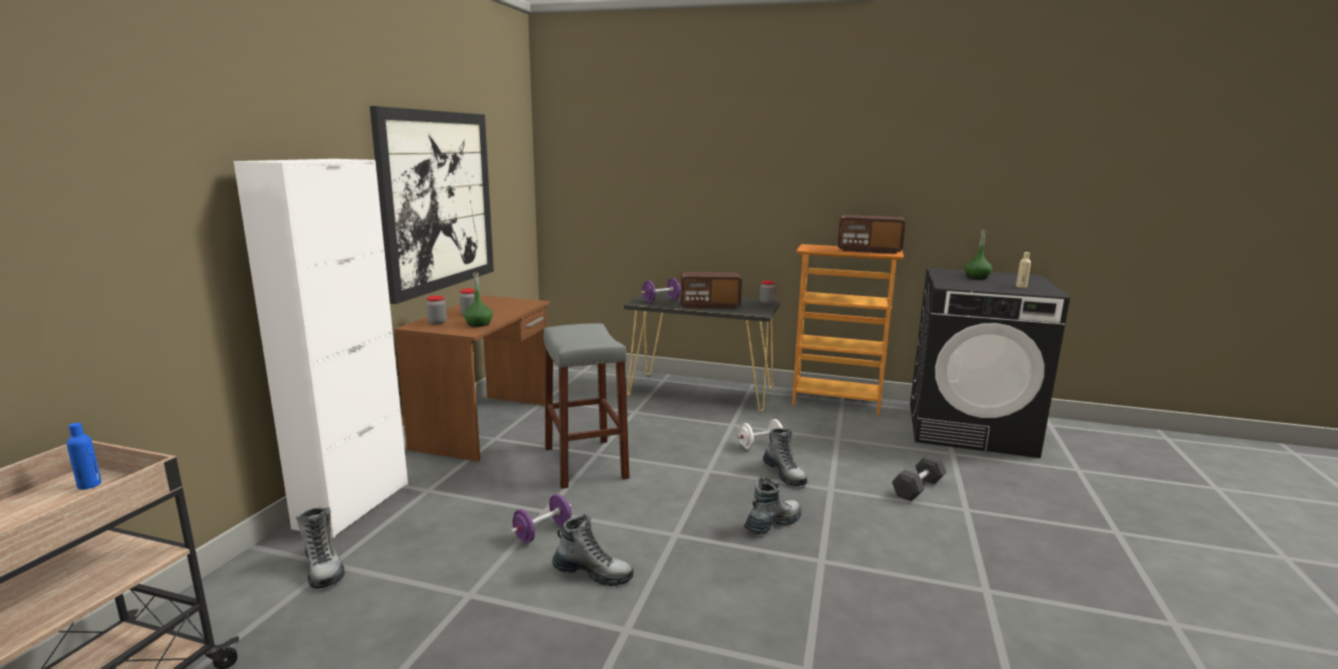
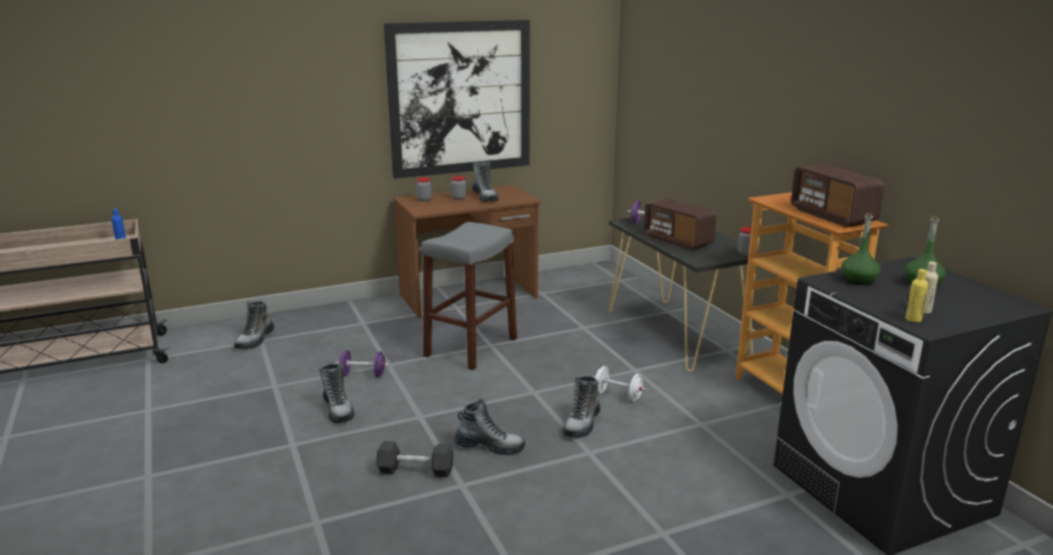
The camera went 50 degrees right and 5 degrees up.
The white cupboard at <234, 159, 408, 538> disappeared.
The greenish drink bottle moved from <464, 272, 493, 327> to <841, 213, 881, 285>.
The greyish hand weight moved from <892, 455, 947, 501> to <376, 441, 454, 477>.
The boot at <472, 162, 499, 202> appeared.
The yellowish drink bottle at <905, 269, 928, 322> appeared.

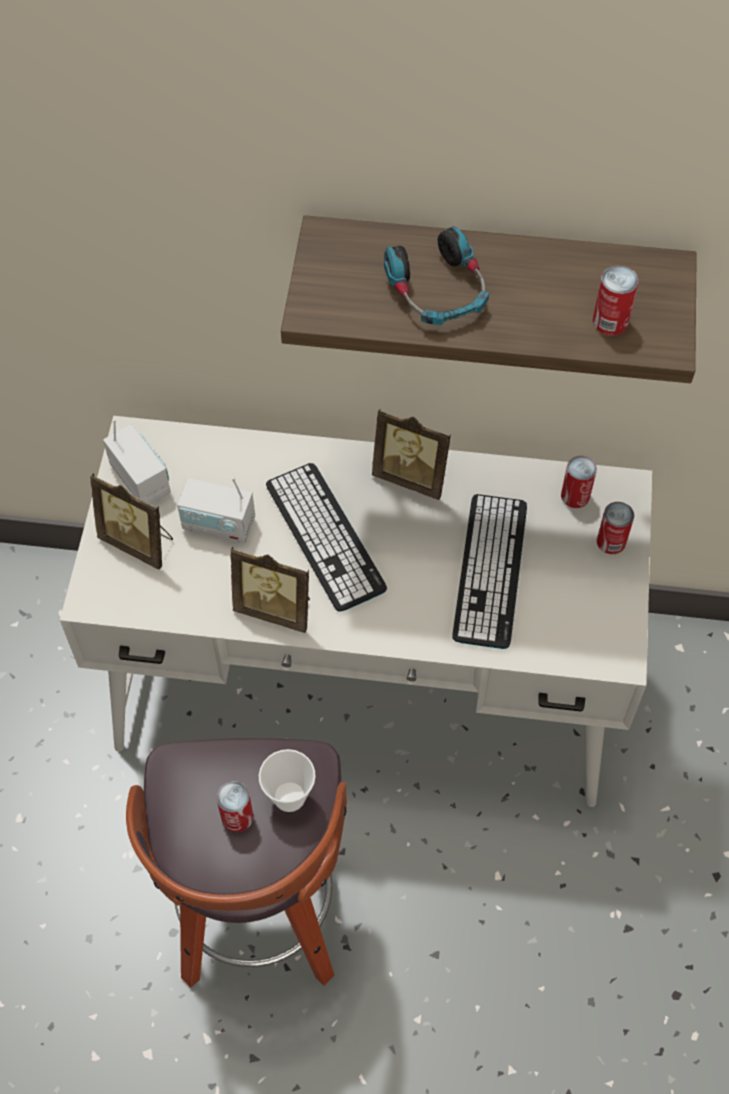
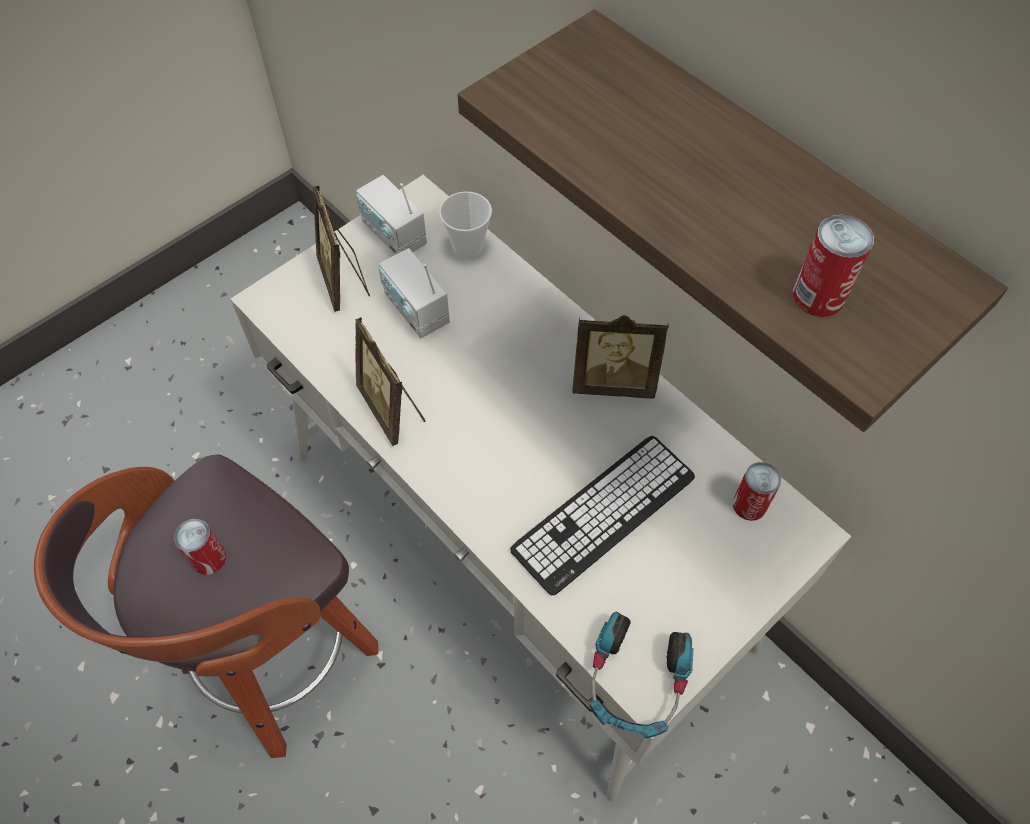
The camera went 40 degrees right and 0 degrees up.
The headphones moved from <384, 226, 489, 326> to <590, 611, 693, 739>.
The picture frame at <372, 409, 451, 500> turned 60 degrees counterclockwise.
The radio receiver at <103, 419, 171, 505> turned 135 degrees clockwise.
The PC keyboard at <266, 463, 387, 612> disappeared.
The can at <597, 502, 634, 554> disappeared.
The cup moved from <259, 749, 316, 812> to <439, 191, 492, 258>.

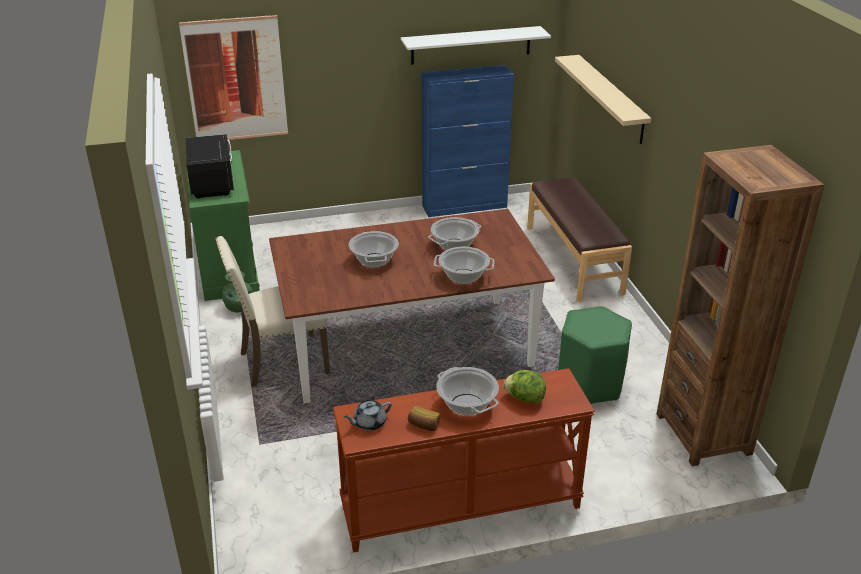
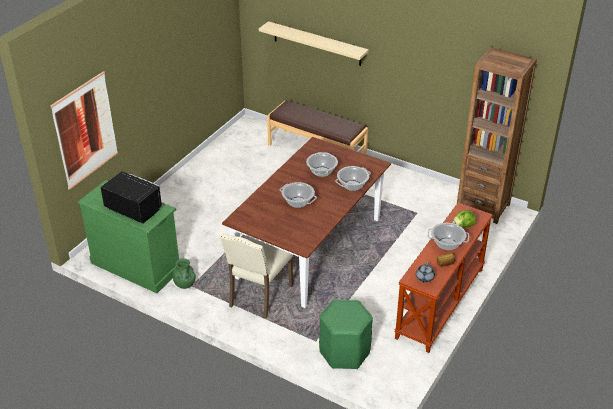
The camera went 45 degrees left and 5 degrees up.
The white bracket shelf at <401, 26, 551, 65> disappeared.
The blue cupboard at <421, 65, 514, 217> disappeared.
The greenish stool seat moved from <558, 306, 632, 404> to <319, 300, 373, 369>.

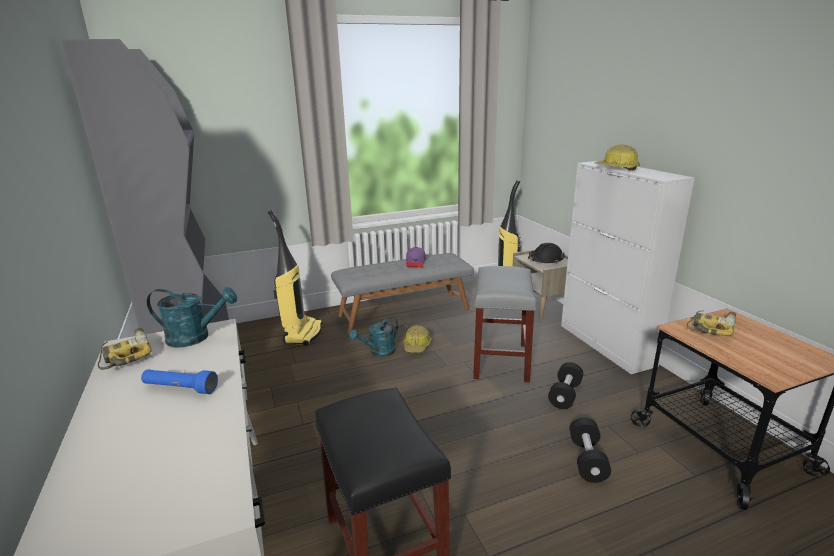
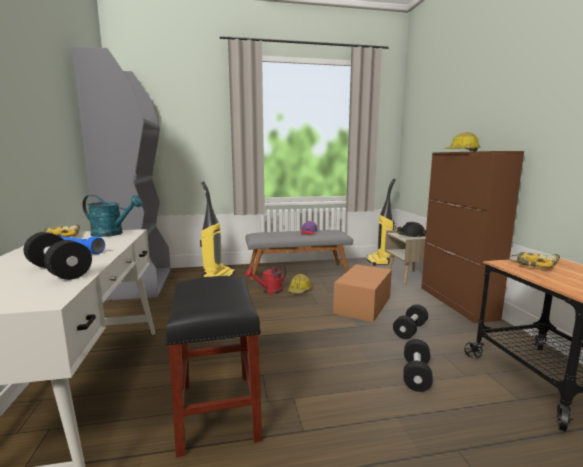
The camera went 10 degrees right and 10 degrees down.
The white cupboard at <561, 161, 695, 374> became the brown cupboard at <421, 151, 524, 323>.
The greyish stool seat at <473, 266, 536, 382> was replaced by the carton at <333, 264, 392, 322>.
The turquoise-coloured sprinkling can at <349, 317, 398, 357> became the red-coloured sprinkling can at <246, 264, 286, 294>.
The black-coloured hand weight at <24, 232, 92, 280> appeared.

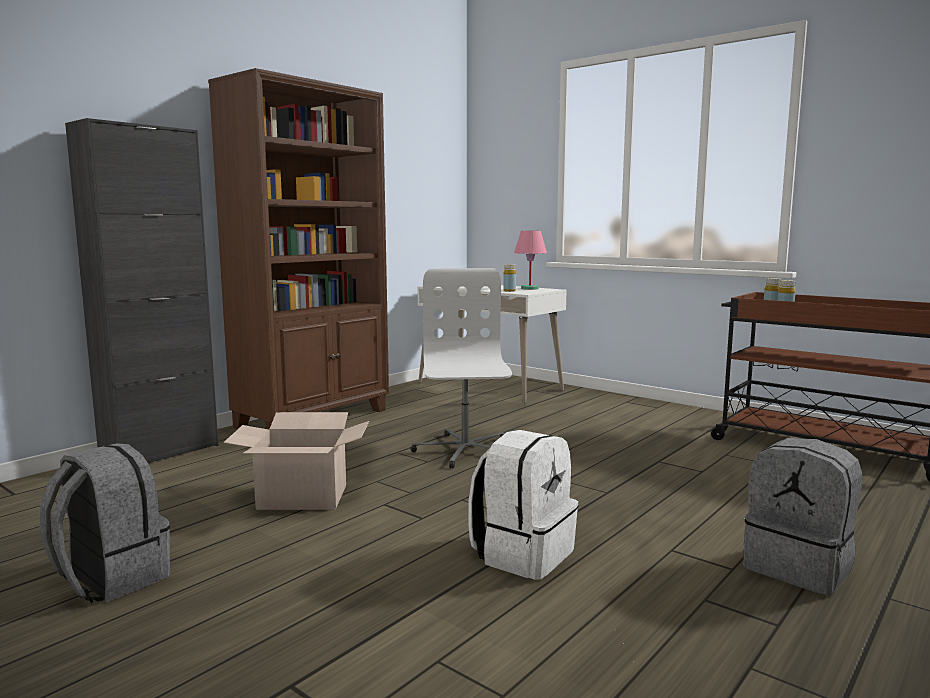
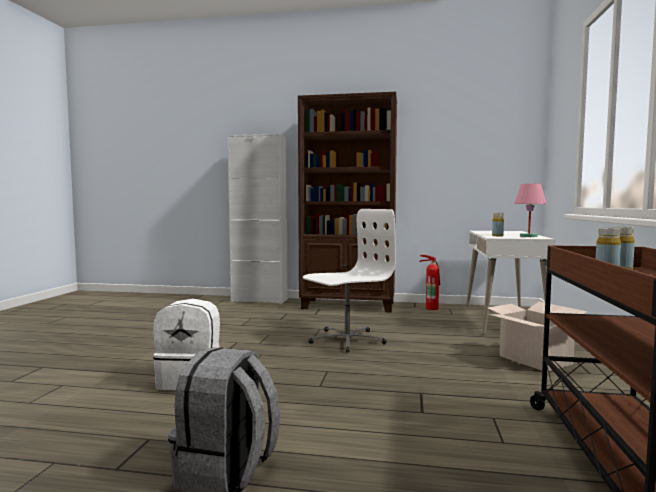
The camera went 60 degrees right and 5 degrees down.
The black-coloured cupboard at <65, 118, 219, 463> became the white cupboard at <228, 134, 288, 304>.
The carton moved from <224, 412, 369, 510> to <488, 302, 587, 372>.
The greyish knapsack at <40, 443, 170, 603> disappeared.
The extinguisher at <419, 255, 440, 310> appeared.

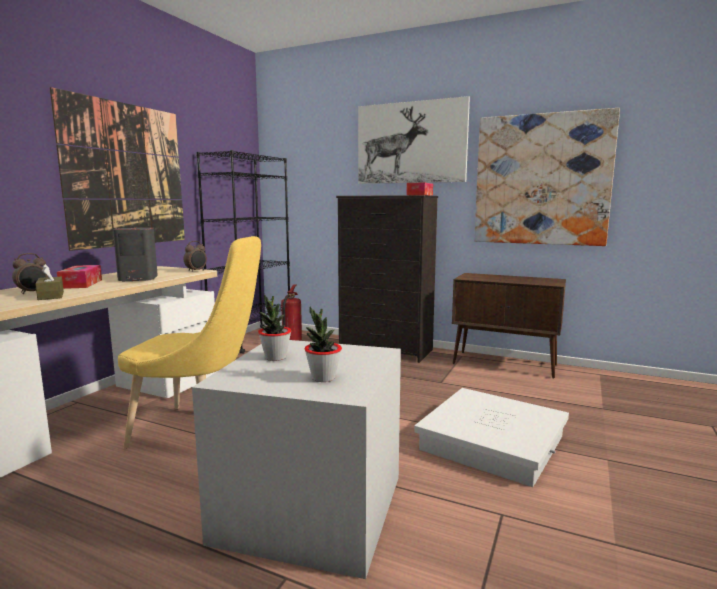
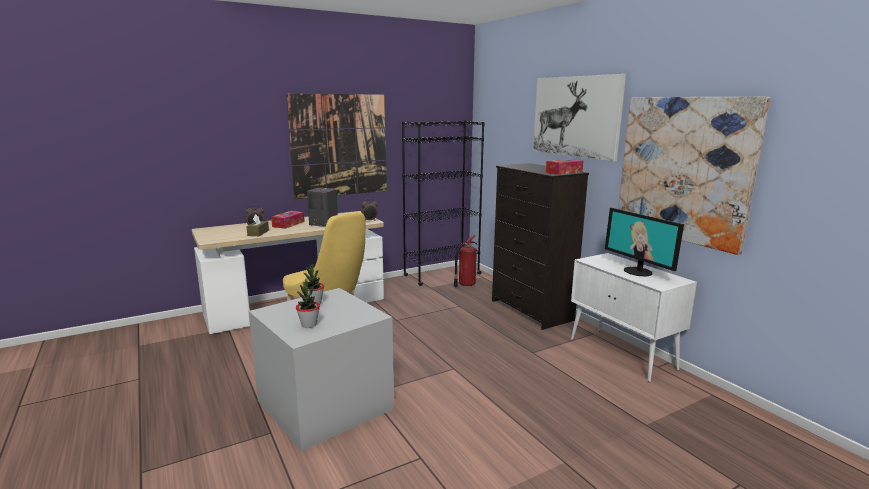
The camera went 35 degrees right and 5 degrees up.
The brown cupboard at <452, 273, 566, 379> became the white cupboard at <571, 253, 697, 382>.
The white storage bin at <414, 388, 569, 487> disappeared.
The computer display at <605, 208, 684, 277> appeared.

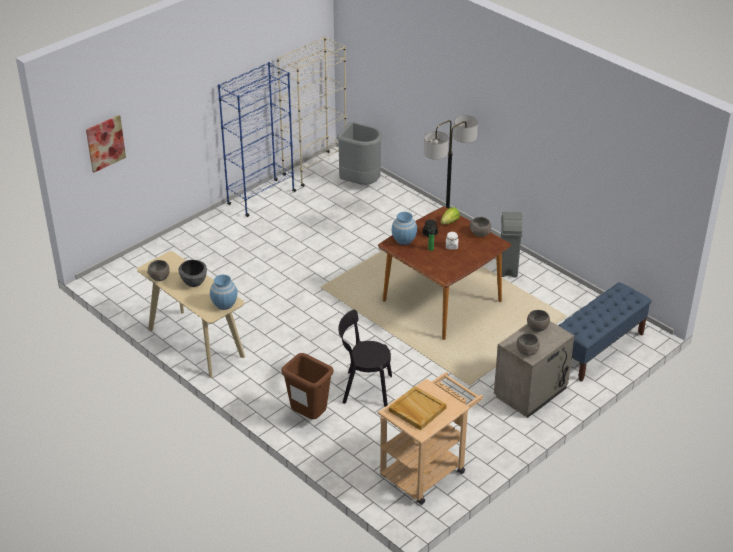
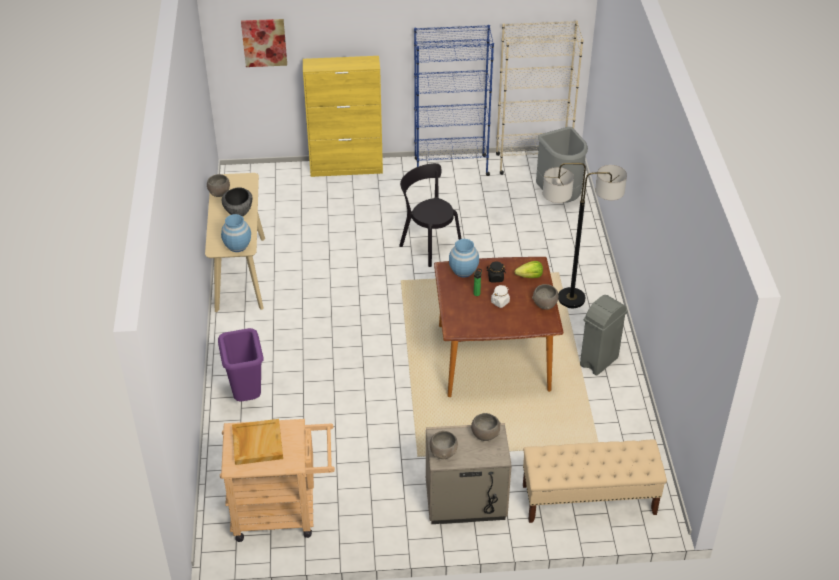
The camera went 40 degrees right and 5 degrees up.
The blue long seat at <558, 282, 652, 382> became the beige-coloured long seat at <523, 440, 667, 523>.
The black-coloured upright chair moved from <338, 310, 392, 407> to <399, 163, 461, 267>.
The brown trash can at <281, 353, 333, 419> became the purplish trash can at <218, 328, 264, 401>.
The yellowish cupboard at <303, 56, 383, 177> appeared.

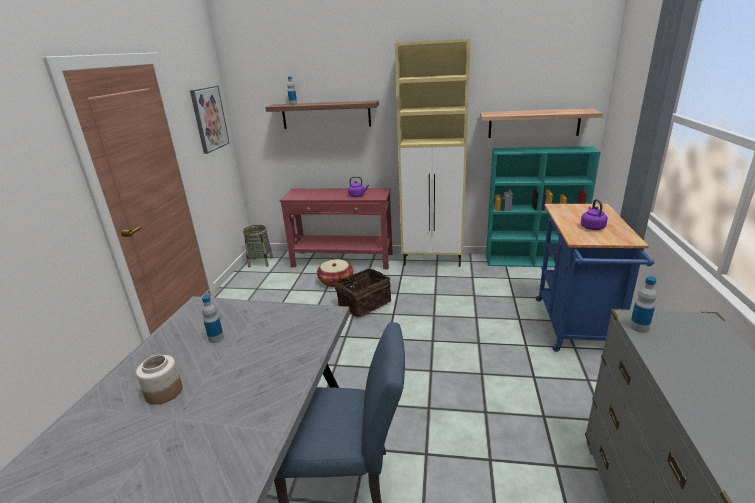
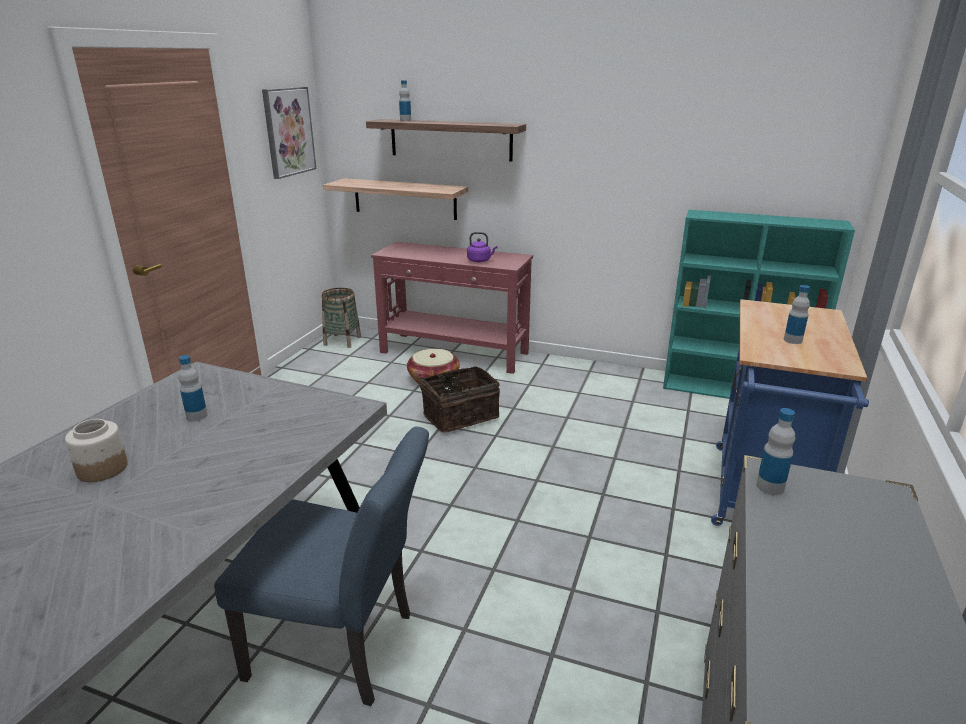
The camera went 10 degrees right and 0 degrees up.
The beige-coloured cupboard at <395, 39, 471, 267> disappeared.
The bracket shelf moved from <480, 108, 603, 138> to <323, 178, 468, 220>.
The purplish water kettle at <581, 199, 608, 230> was replaced by the drink bottle at <784, 285, 810, 344>.

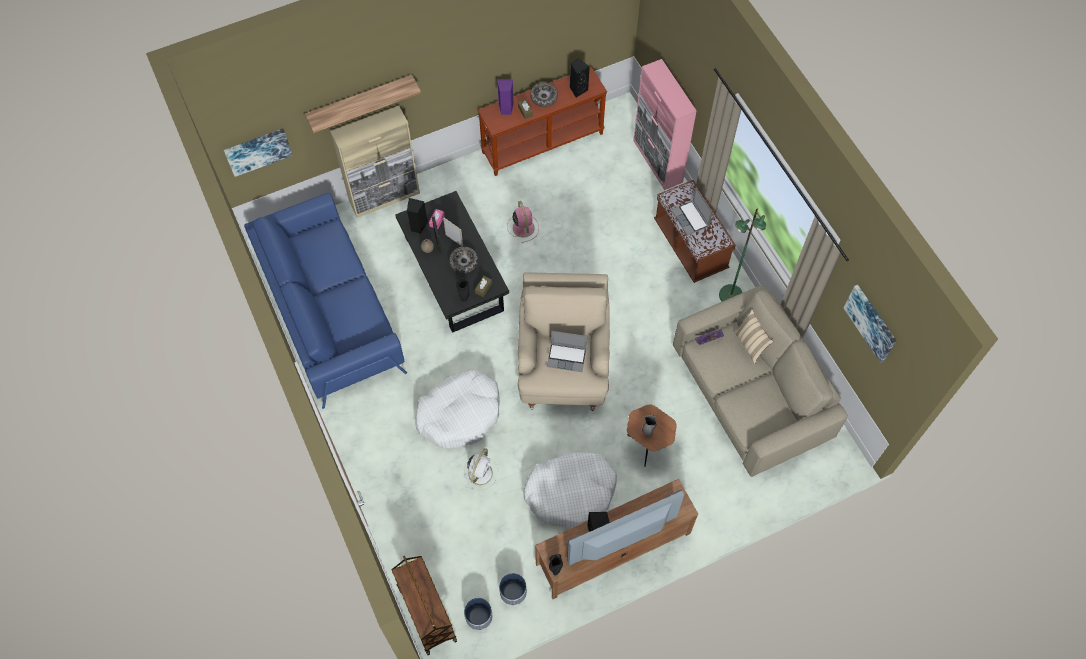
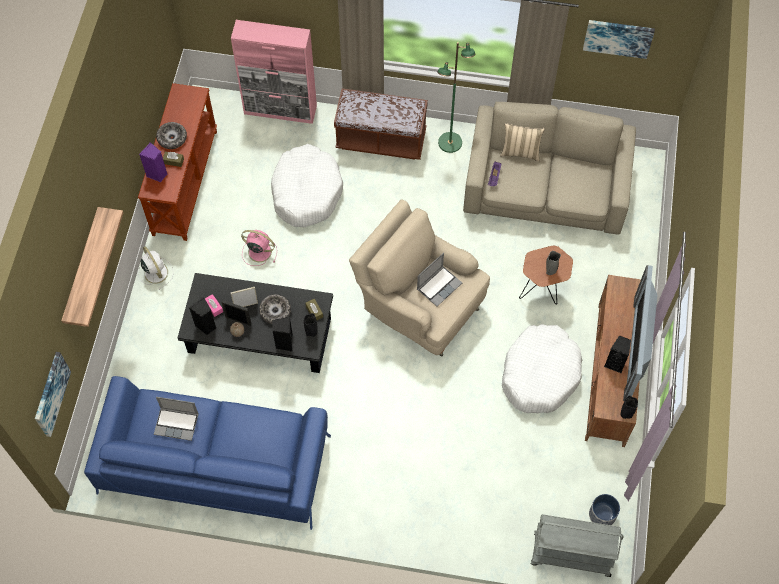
The camera went 55 degrees left and 0 degrees up.
The black-coloured loudspeaker moved from <570, 59, 590, 98> to <272, 317, 293, 352>.
The beige-coloured cupboard at <330, 106, 420, 218> disappeared.
The notebook computer moved from <671, 187, 713, 236> to <154, 397, 198, 441>.
The white dog bed moved from <416, 369, 500, 449> to <271, 144, 343, 227>.
The white cooling fan moved from <464, 448, 498, 490> to <138, 246, 174, 290>.
The brown trolley at <391, 556, 457, 655> became the greyish trolley at <531, 514, 623, 577>.
The flower pot at <499, 573, 527, 606> disappeared.

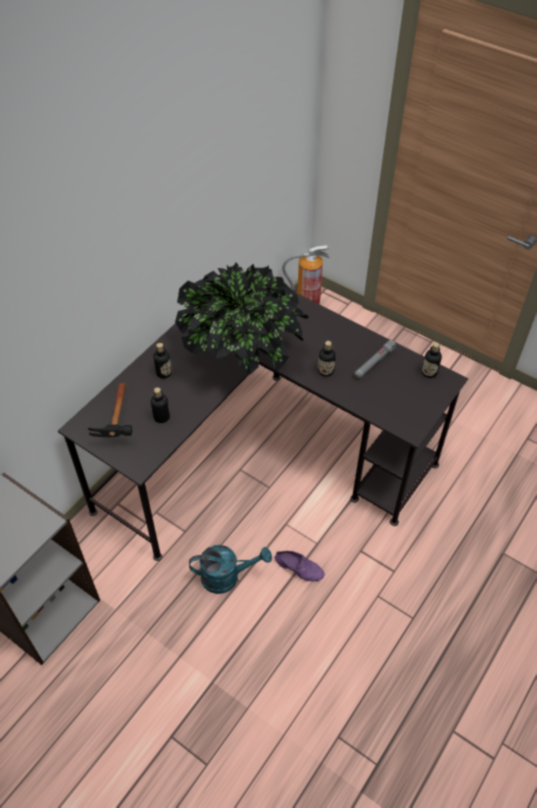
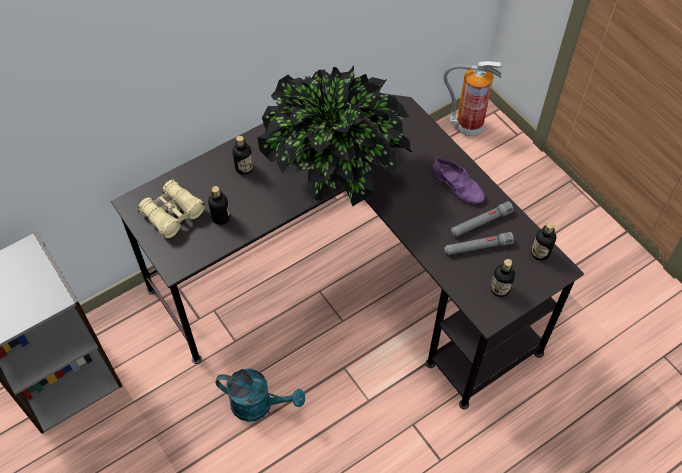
The camera went 20 degrees right and 5 degrees up.
The drink bottle moved from <318, 341, 336, 377> to <490, 259, 515, 297>.
The hammer at <88, 383, 132, 437> was replaced by the beige-coloured binoculars at <138, 179, 205, 238>.
The purplish low shoe moved from <274, 551, 324, 582> to <432, 158, 485, 204>.
The greyish hand torch at <444, 232, 514, 255> appeared.

